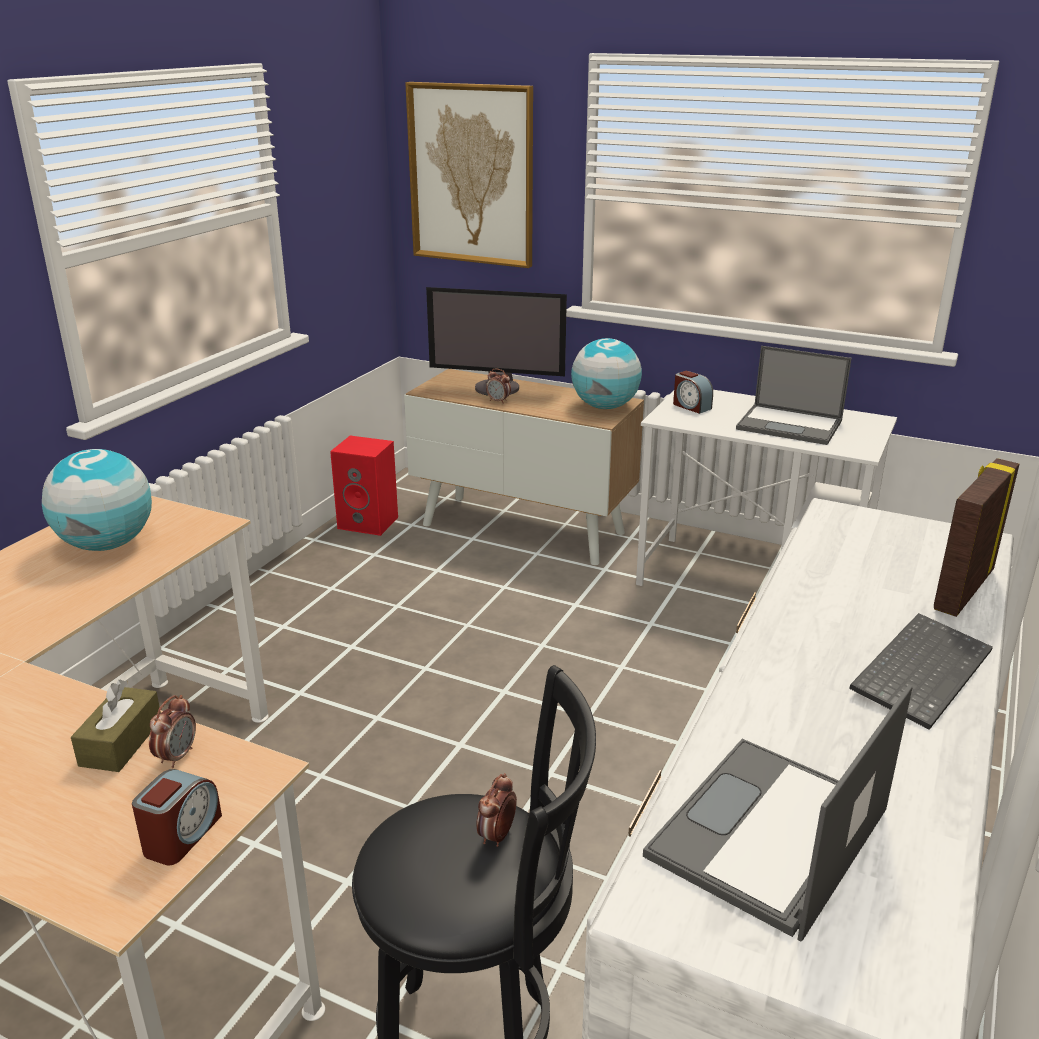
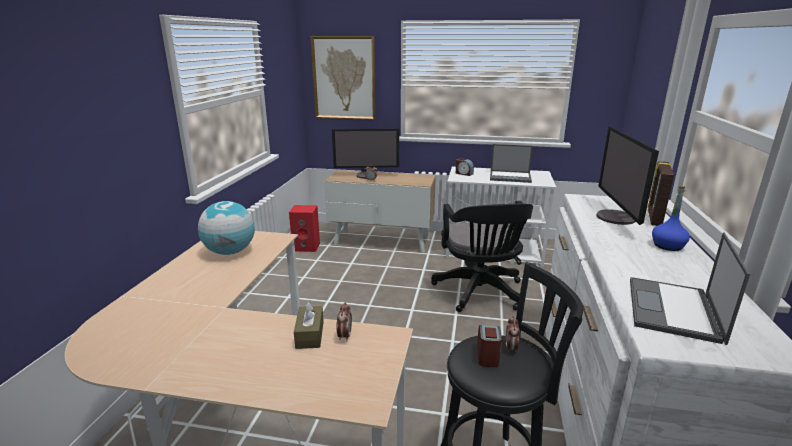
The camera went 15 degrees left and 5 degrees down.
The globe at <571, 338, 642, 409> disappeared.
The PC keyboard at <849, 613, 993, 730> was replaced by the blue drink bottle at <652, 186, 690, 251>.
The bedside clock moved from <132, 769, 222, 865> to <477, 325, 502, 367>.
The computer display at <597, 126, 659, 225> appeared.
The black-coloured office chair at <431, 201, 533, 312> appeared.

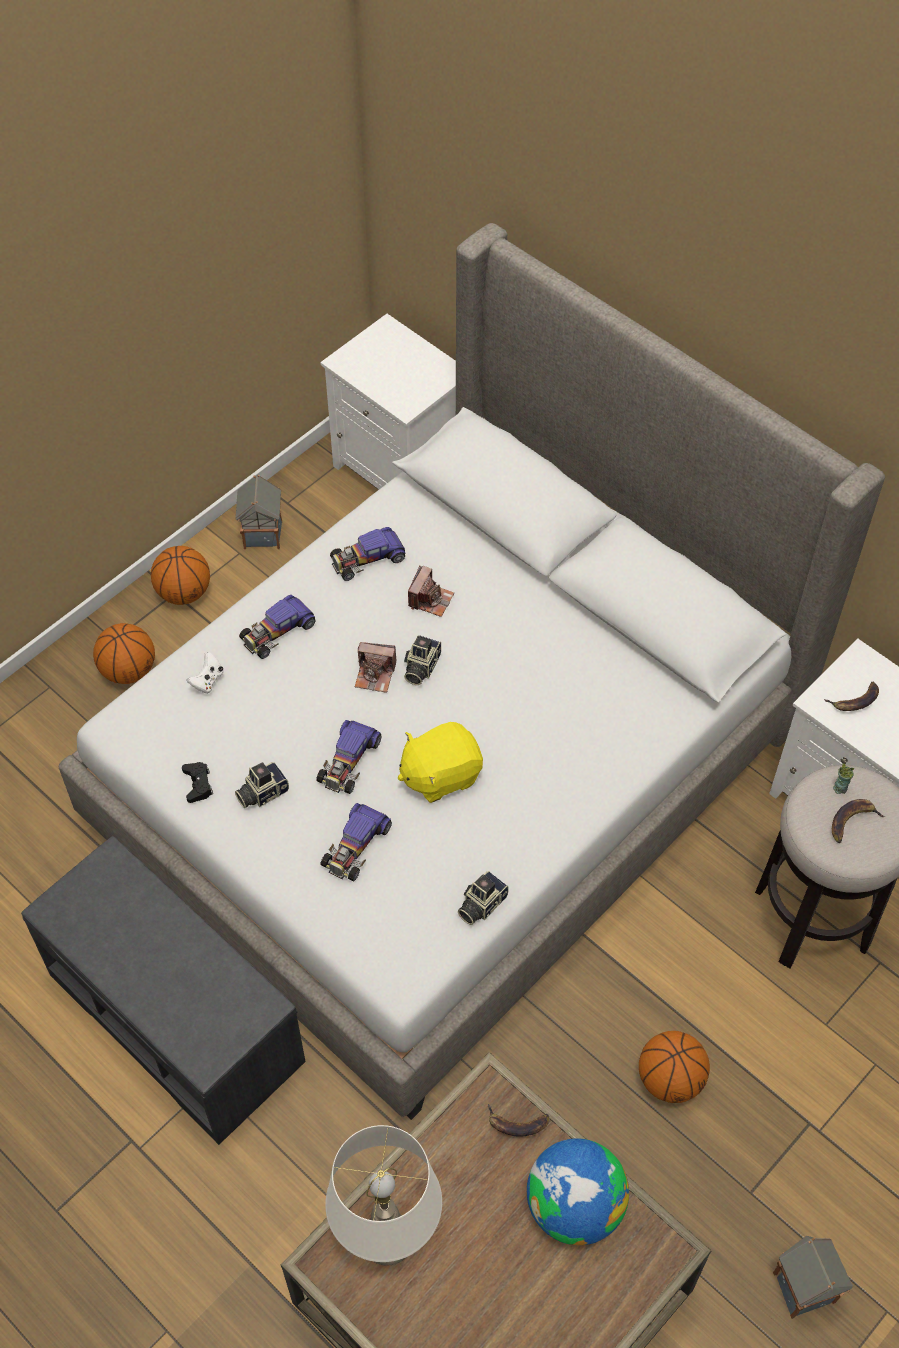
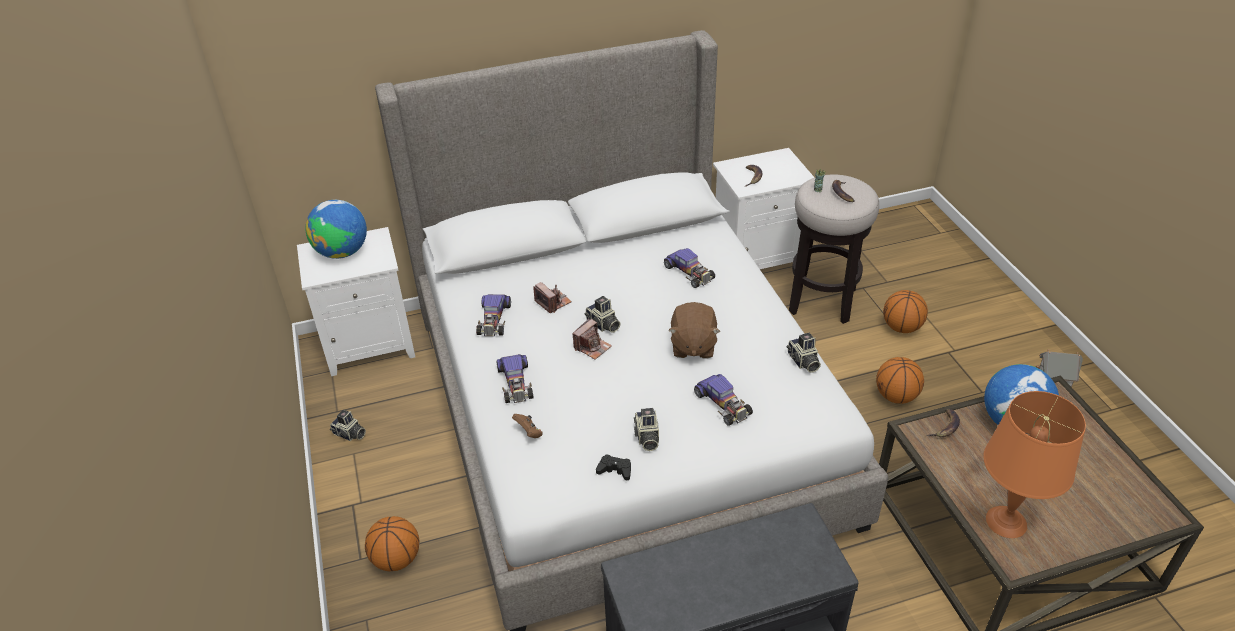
The camera went 60 degrees left and 15 degrees down.
The model house at <236, 474, 282, 549> was replaced by the still camera at <330, 410, 366, 441>.
The ball for basketball moved from <151, 546, 210, 605> to <883, 290, 928, 333>.
The white game controller at <187, 652, 223, 694> became the brown game controller at <512, 414, 543, 438>.
The model car moved from <316, 720, 382, 794> to <664, 248, 715, 288>.
The yellowish cuddly toy at <398, 722, 483, 803> became the brown cuddly toy at <668, 302, 720, 358>.
The white lamp for a table at <325, 1125, 442, 1266> became the orange-coloured lamp for a table at <983, 391, 1086, 538>.
The globe at <306, 200, 367, 259> appeared.

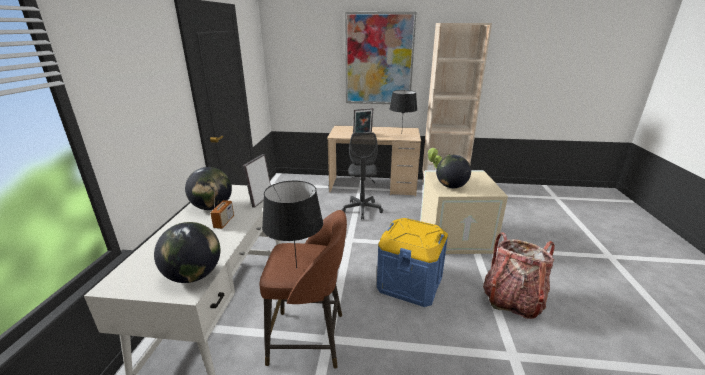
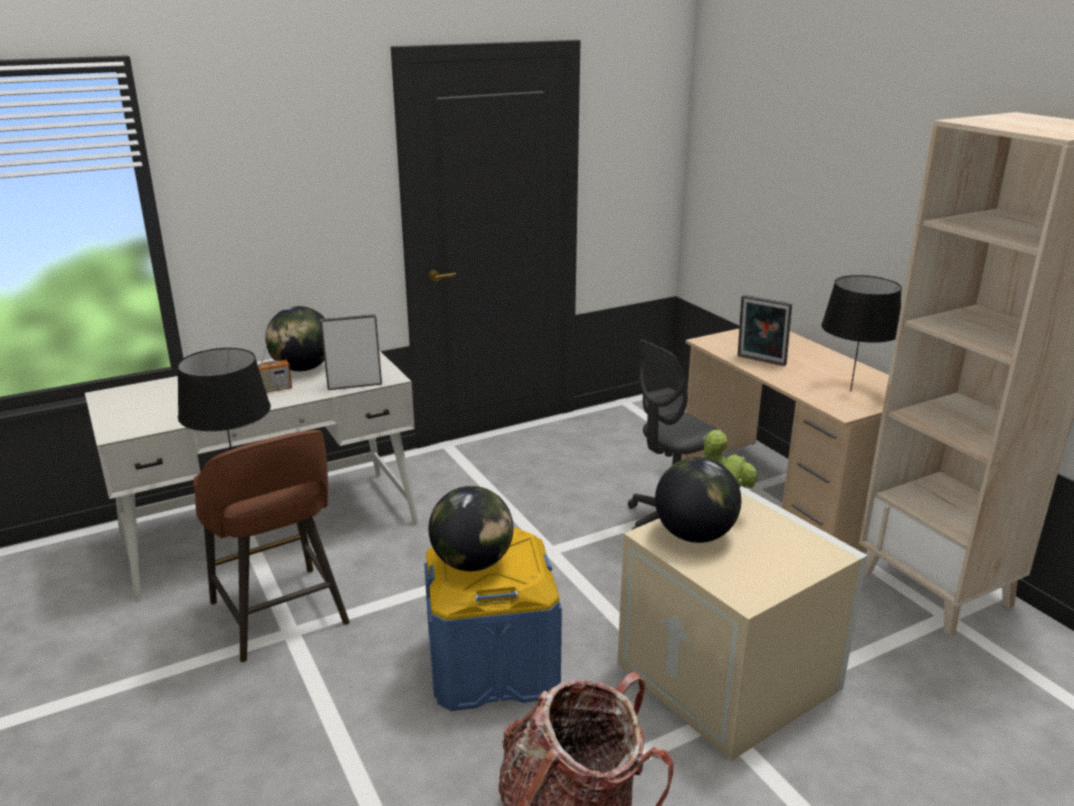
The camera went 55 degrees right and 0 degrees up.
The picture at <345, 12, 417, 104> disappeared.
The globe moved from <154, 222, 220, 283> to <428, 486, 513, 571>.

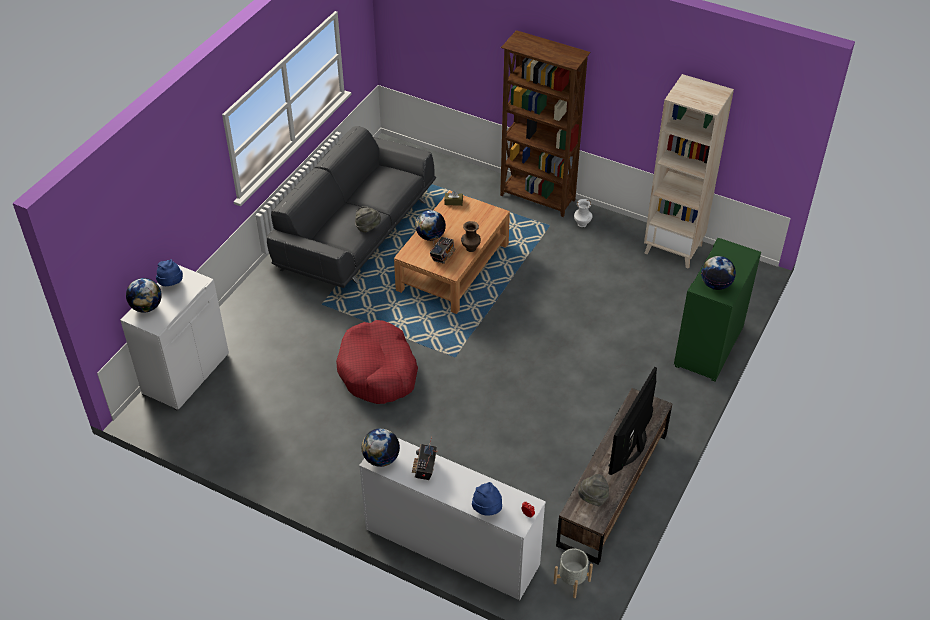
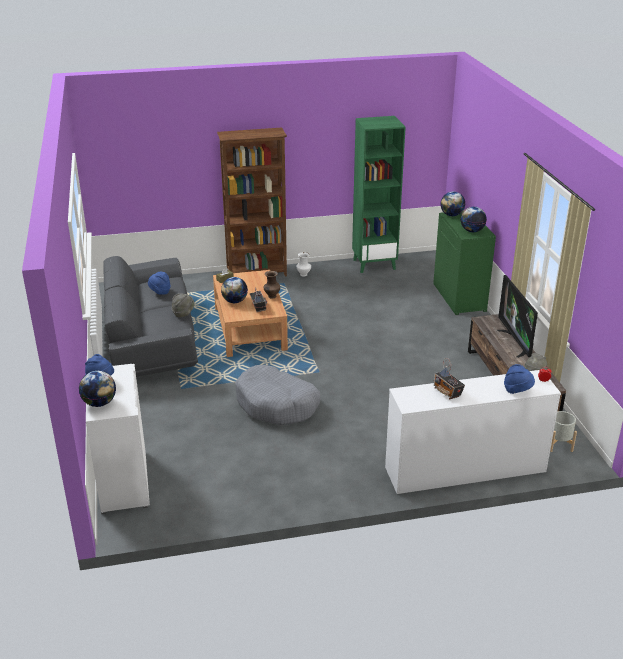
The camera went 40 degrees left and 15 degrees down.
The beige-coloured shelving unit at <644, 74, 734, 269> became the greenish shelving unit at <352, 116, 406, 273>.
The red-coloured dog bed at <336, 320, 418, 404> became the greyish dog bed at <235, 365, 320, 425>.
The globe moved from <361, 428, 400, 467> to <440, 191, 465, 216>.
The blue hat at <148, 272, 171, 295> appeared.

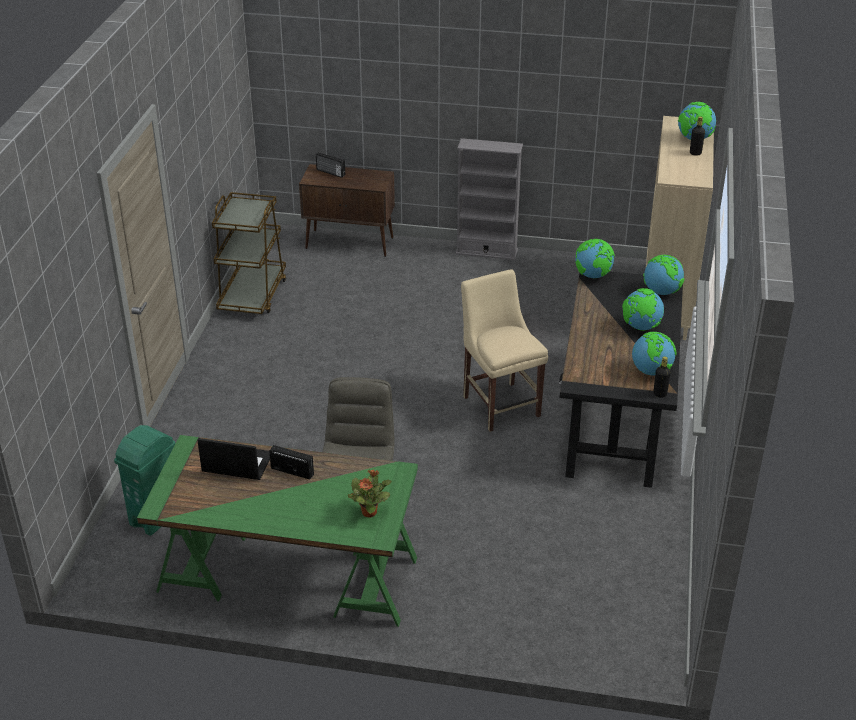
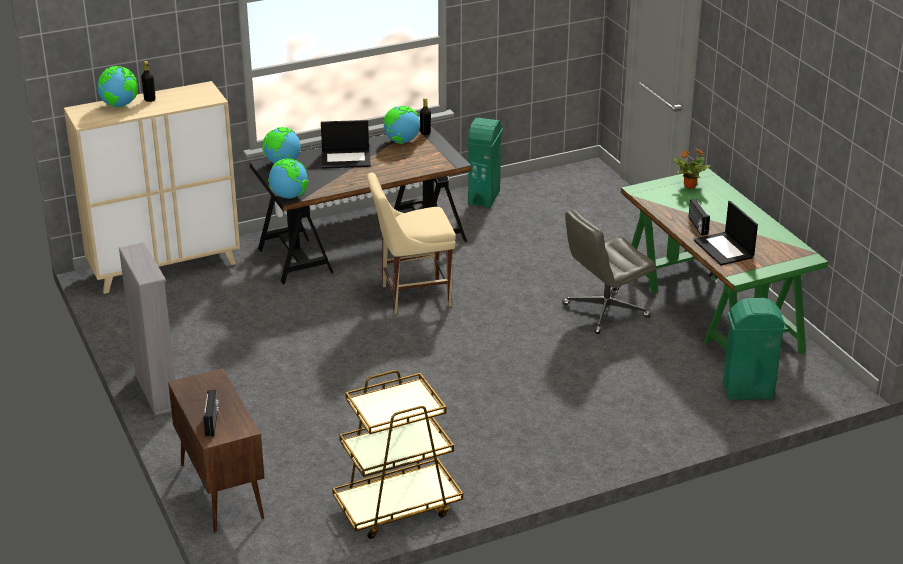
The camera went 125 degrees left and 5 degrees down.
The beige-coloured upright chair at <461, 269, 548, 432> turned 45 degrees clockwise.
The globe at <622, 288, 664, 331> was replaced by the notebook computer at <321, 120, 371, 169>.
The greenish trash can at <467, 118, 503, 208> appeared.

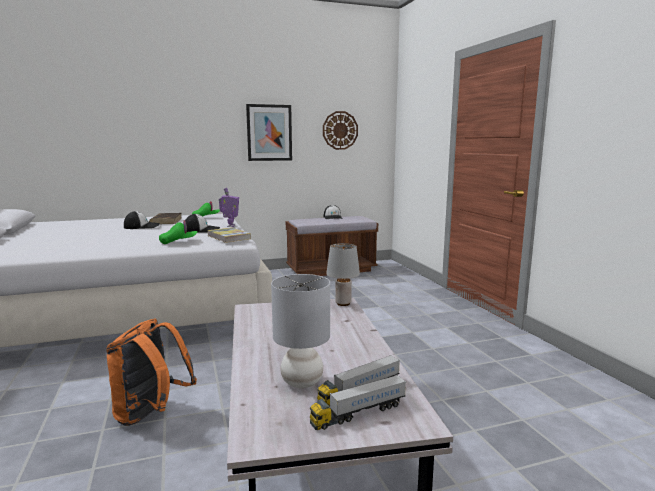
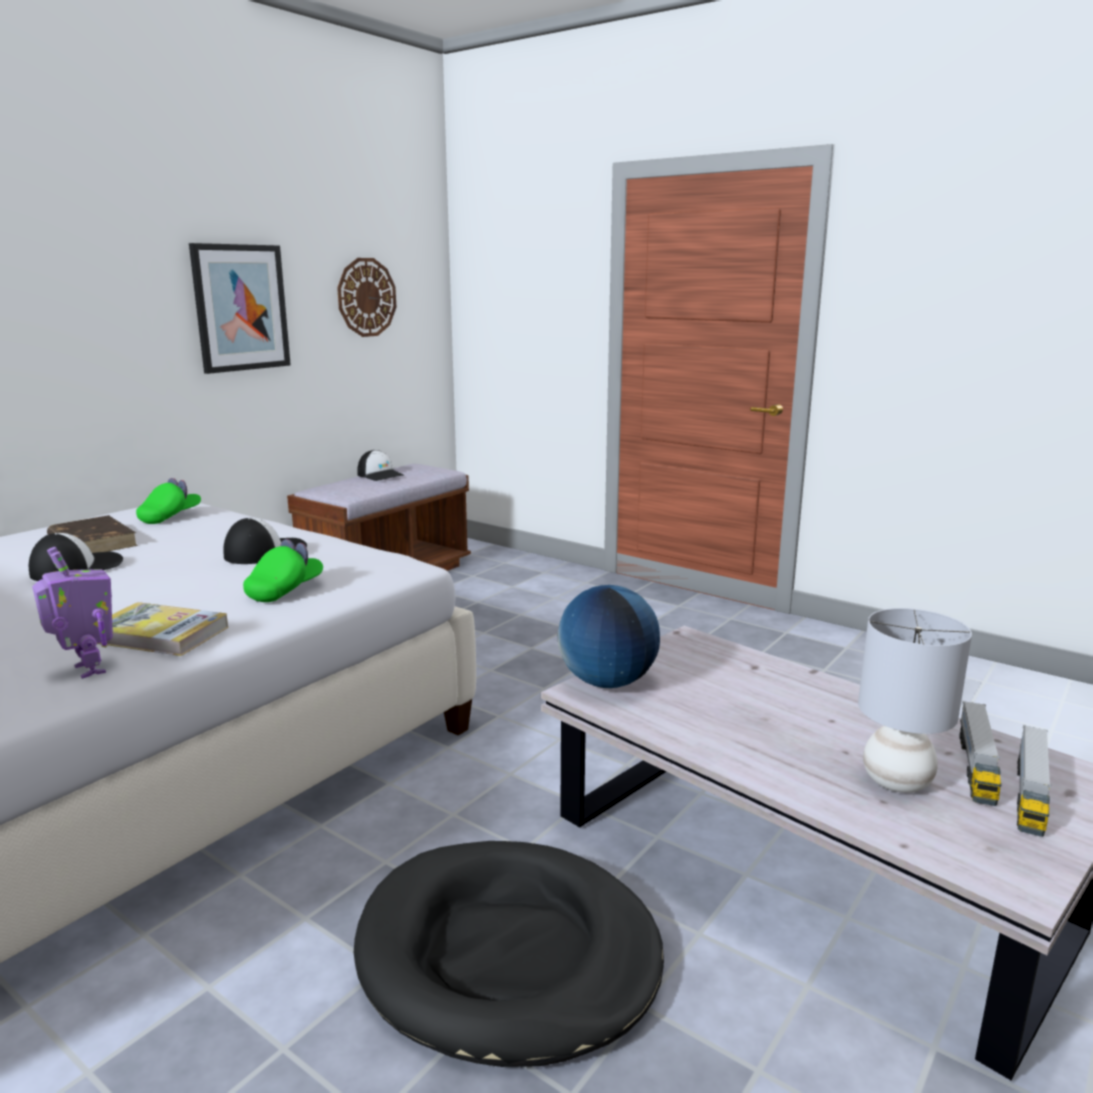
The camera went 35 degrees left and 5 degrees up.
The model robot moved from <219, 188, 239, 227> to <32, 547, 113, 679>.
The volume moved from <207, 227, 251, 243> to <97, 602, 228, 656>.
The greyish lamp for a table at <326, 243, 360, 306> disappeared.
The orange-coloured knapsack at <107, 318, 197, 426> was replaced by the black-coloured dog bed at <354, 841, 664, 1067>.
The globe at <557, 585, 660, 688> appeared.

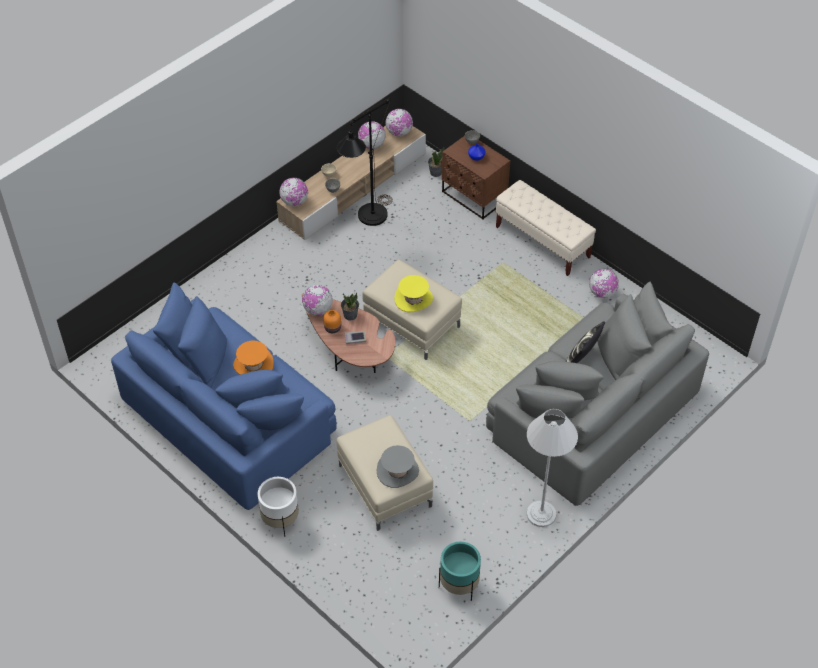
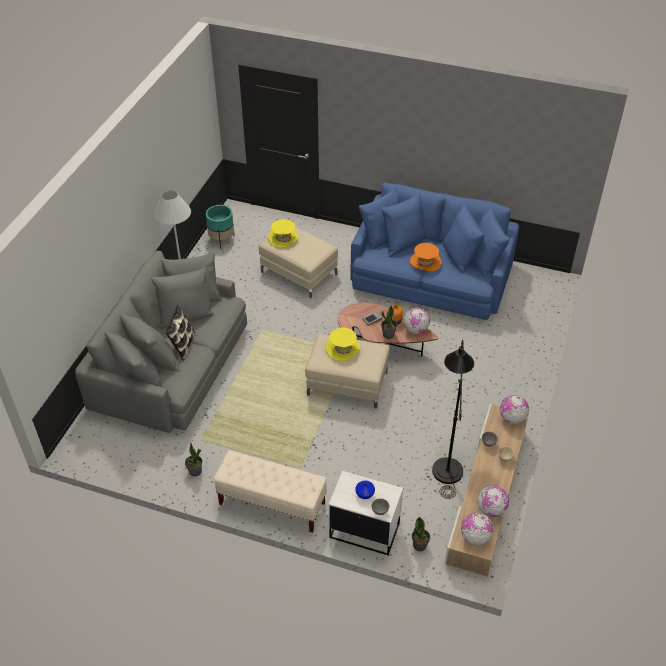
The camera went 155 degrees right and 5 degrees down.
The brown nightstand at <442, 136, 510, 220> became the white nightstand at <329, 471, 403, 556>.
The globe at <589, 269, 619, 298> was replaced by the houseplant at <185, 443, 202, 476>.
The greyish hat at <376, 445, 419, 488> became the yellowish hat at <268, 219, 299, 248>.
The white flower pot at <258, 477, 299, 537> disappeared.

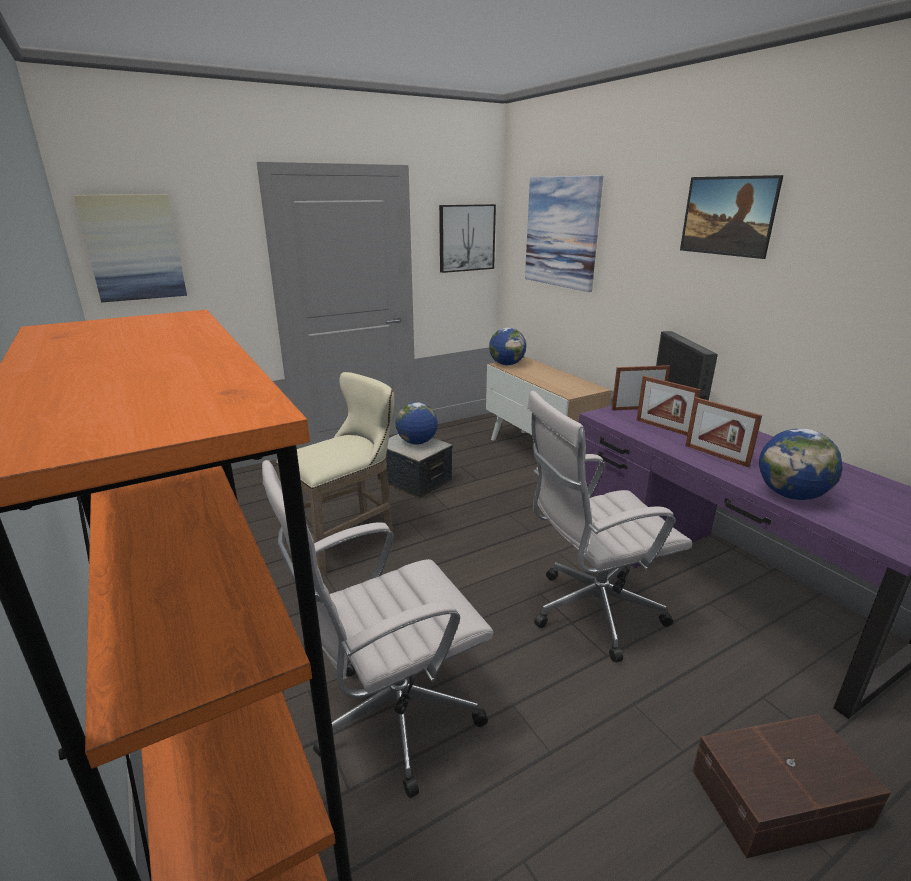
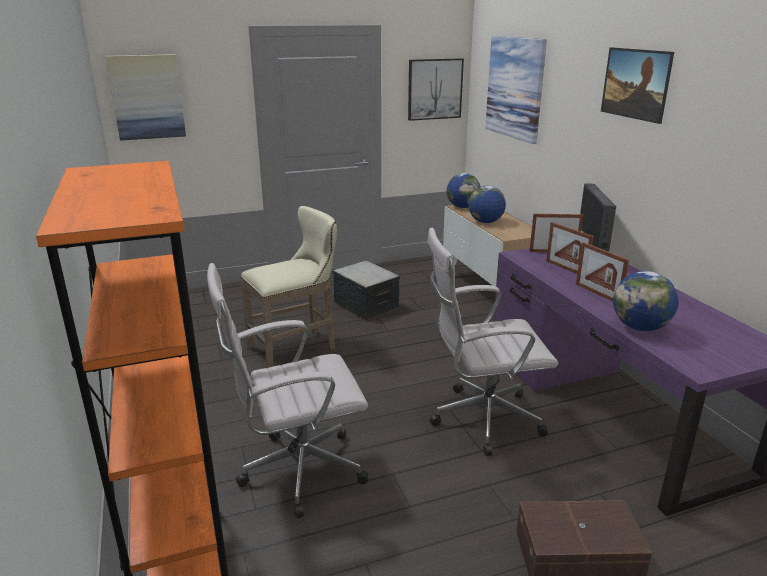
The camera went 10 degrees right and 0 degrees up.
The globe moved from <395, 402, 438, 444> to <468, 186, 506, 223>.

